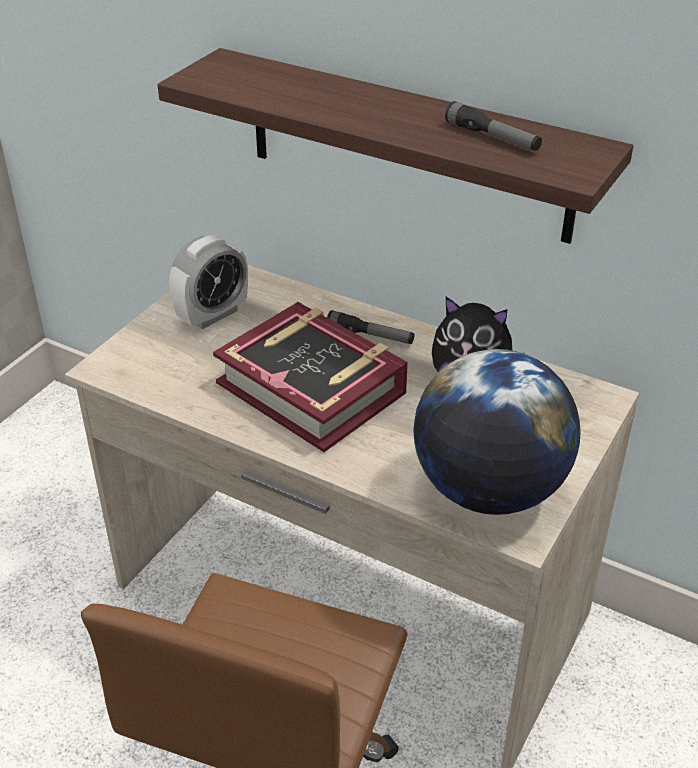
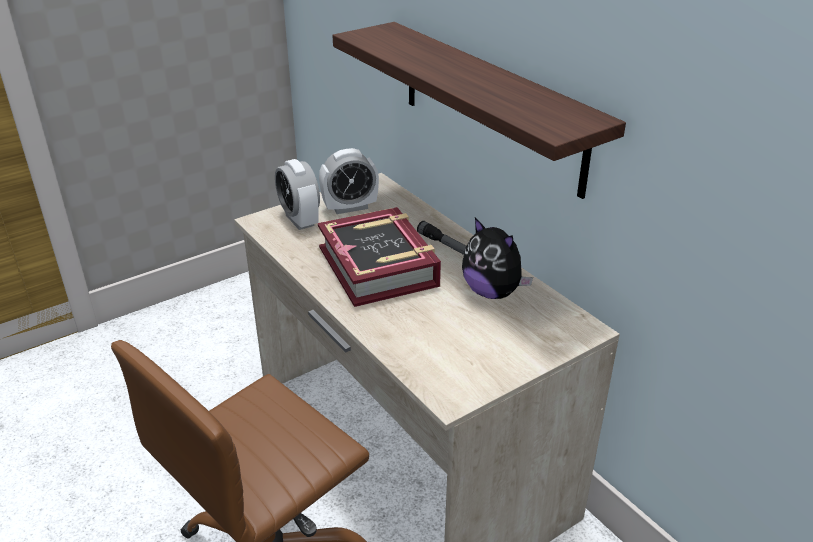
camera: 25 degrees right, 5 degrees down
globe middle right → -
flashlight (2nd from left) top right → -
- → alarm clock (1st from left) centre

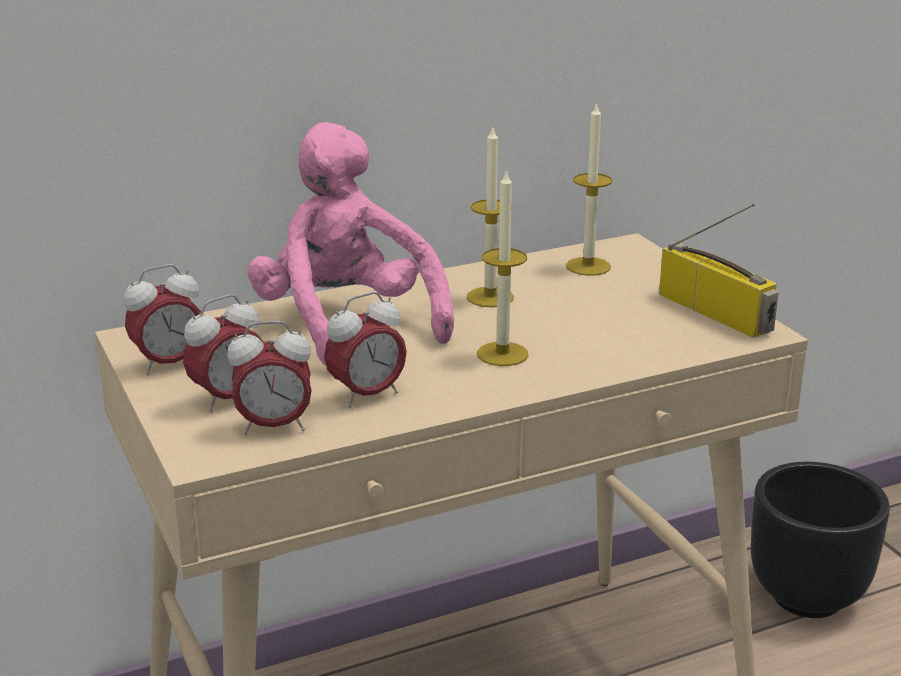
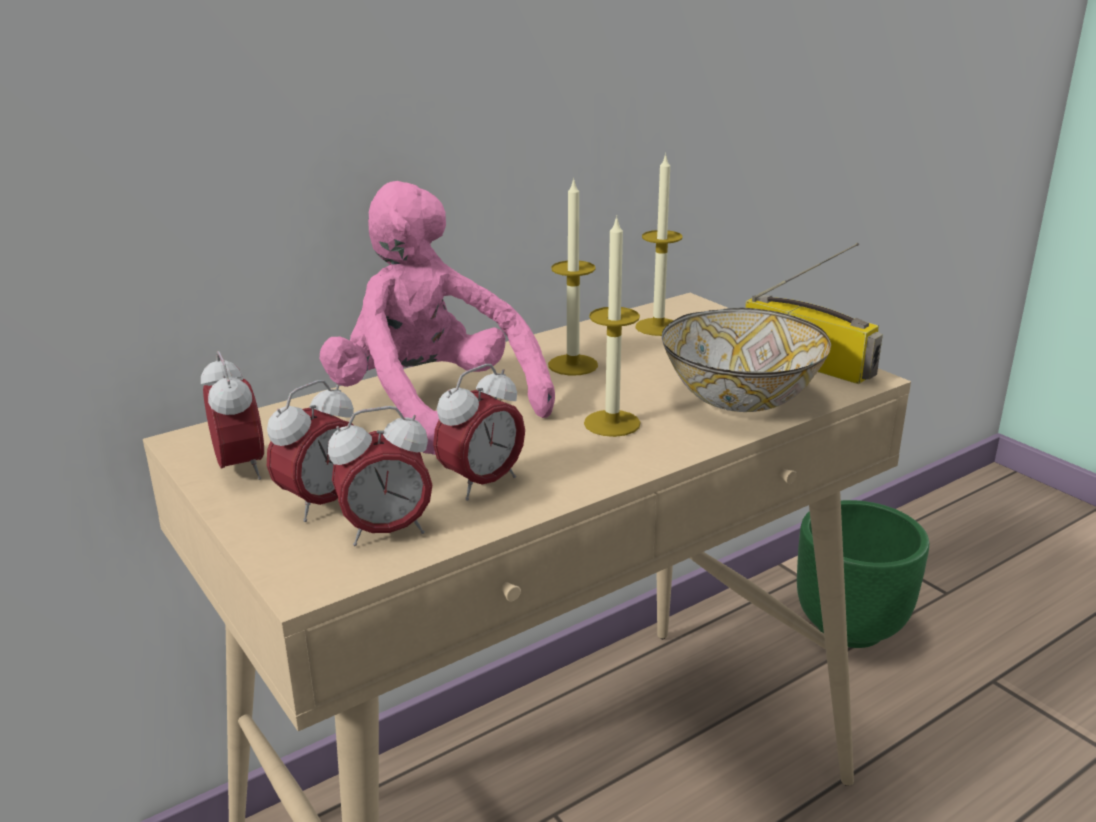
camera: 10 degrees left, 0 degrees up
alarm clock (1st from left) middle left, 75 degrees counterclockwise
planter/black bottom right → planter/green bottom right
- → bowl middle right

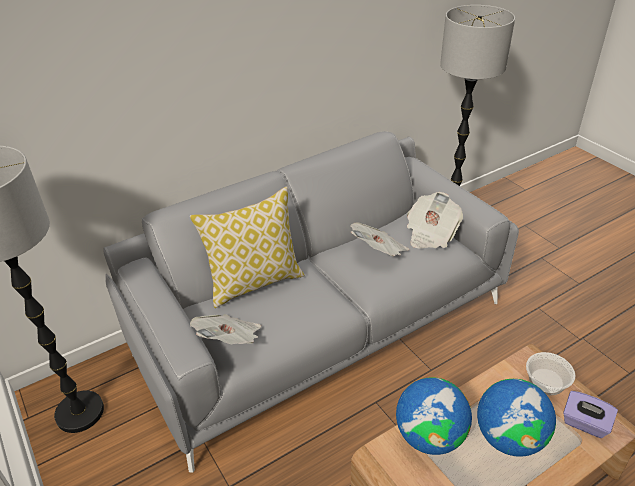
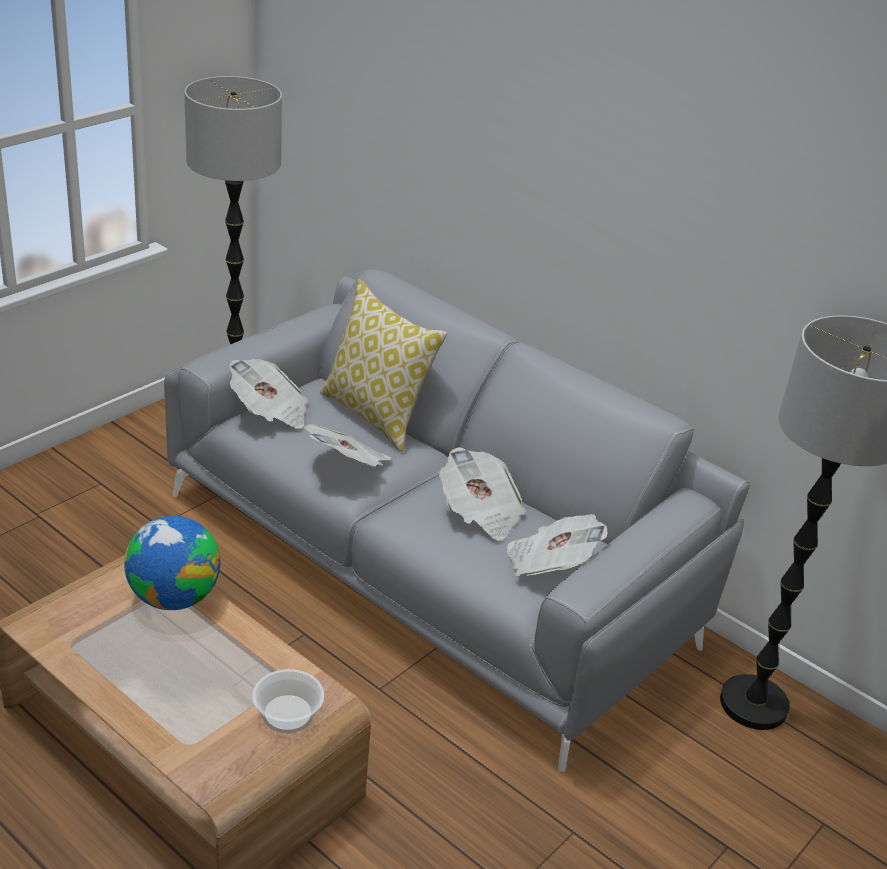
camera: 70 degrees right, 5 degrees down
globe (2nd from left) bottom right → -
tissue box/purple bottom right → -
- → newspaper (2nd from left) centre

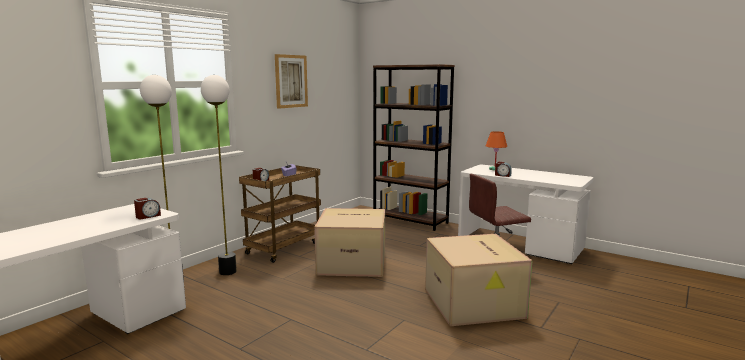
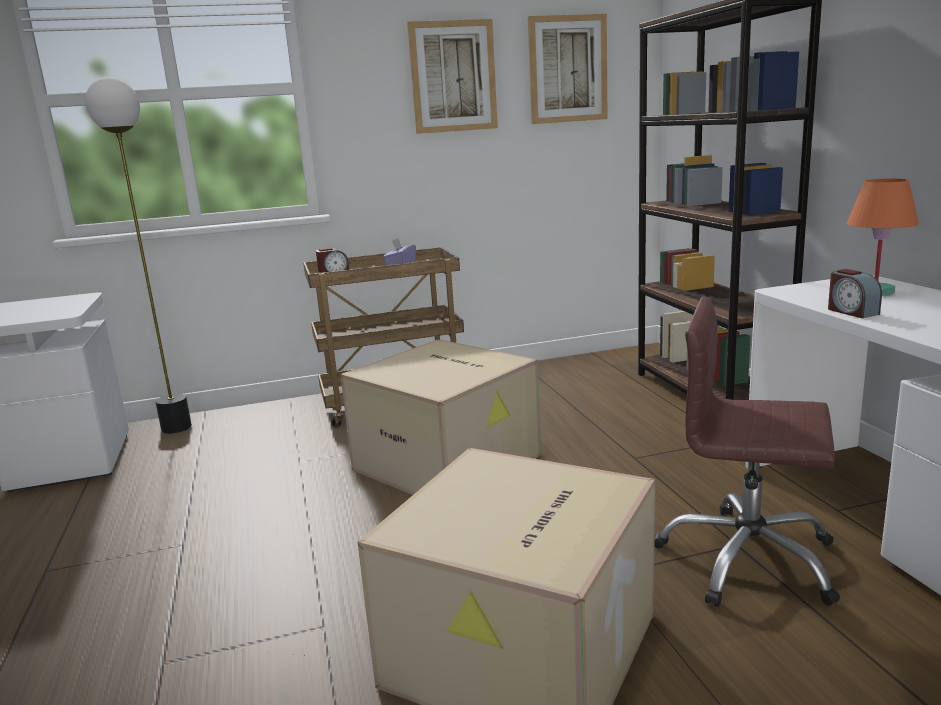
camera: 40 degrees right, 5 degrees up
alarm clock (1st from left) middle left → -
floor lamp (2nd from left) middle left → -
- → picture (2nd from left) top centre

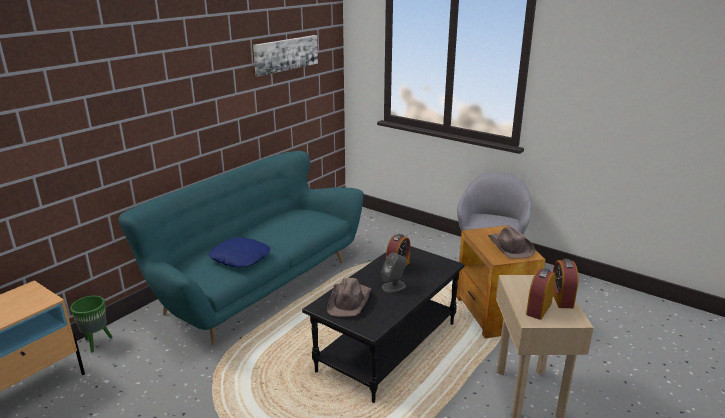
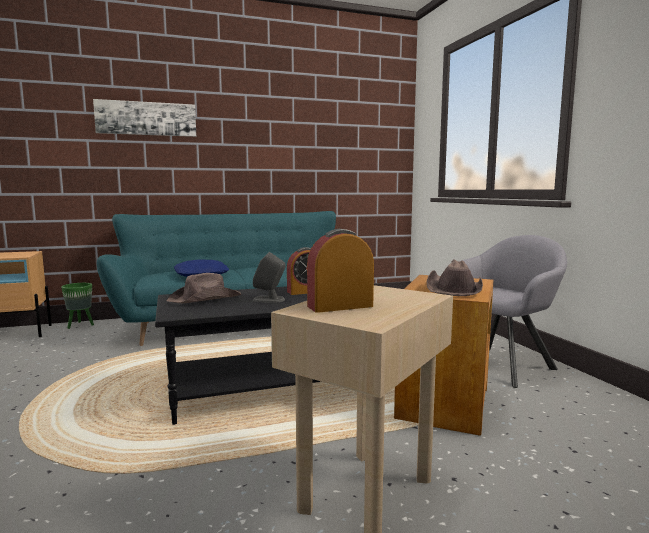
camera: 35 degrees right, 15 degrees down
picture top centre → picture top left, move
alarm clock (3rd from left) bottom right → -

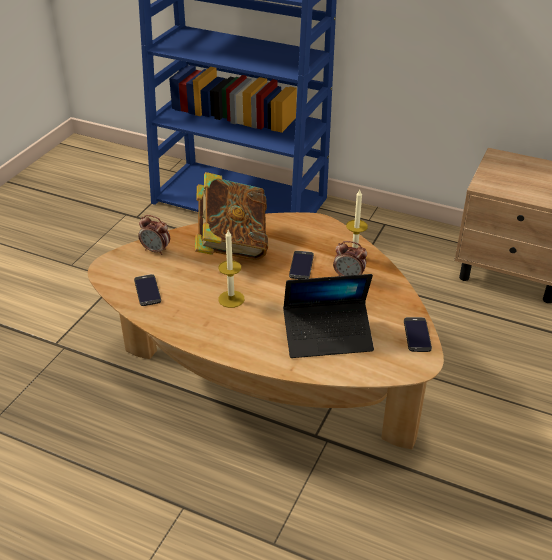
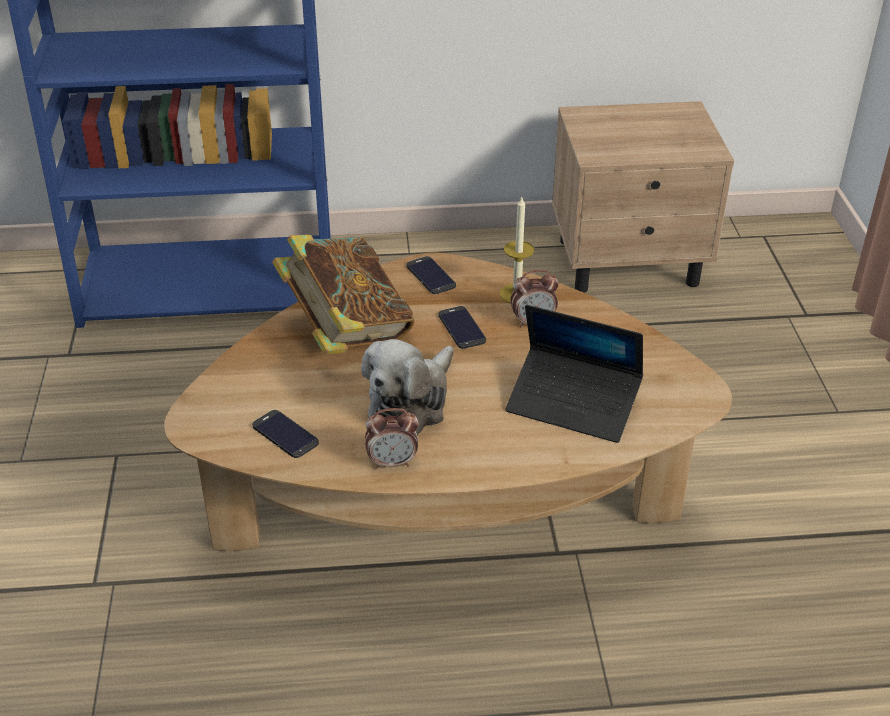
camera: 30 degrees left, 0 degrees up
alarm clock (1st from left) middle left → alarm clock (1st from left) centre, move
candle (1st from left) centre → plush toy centre
laptop centre, 60 degrees clockwise
phone (3rd from left in the first image) middle right → phone (2nd from left) centre, move

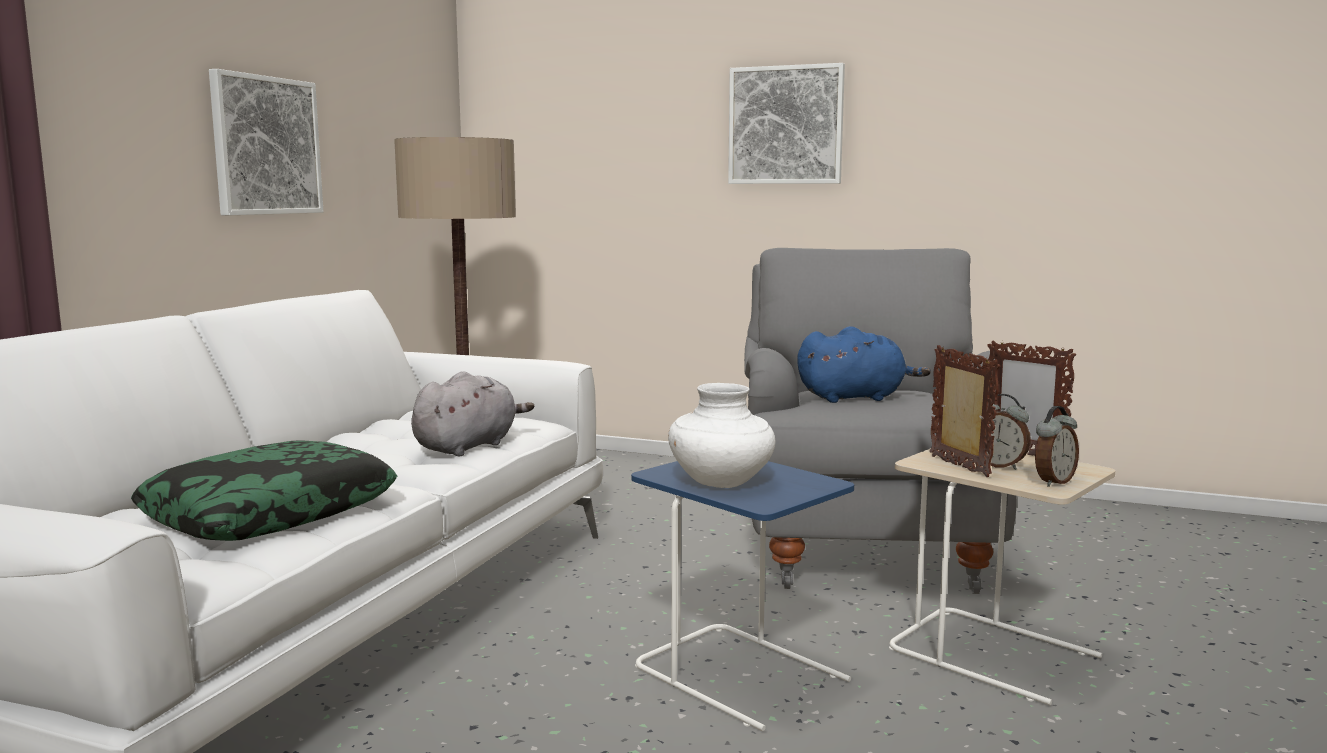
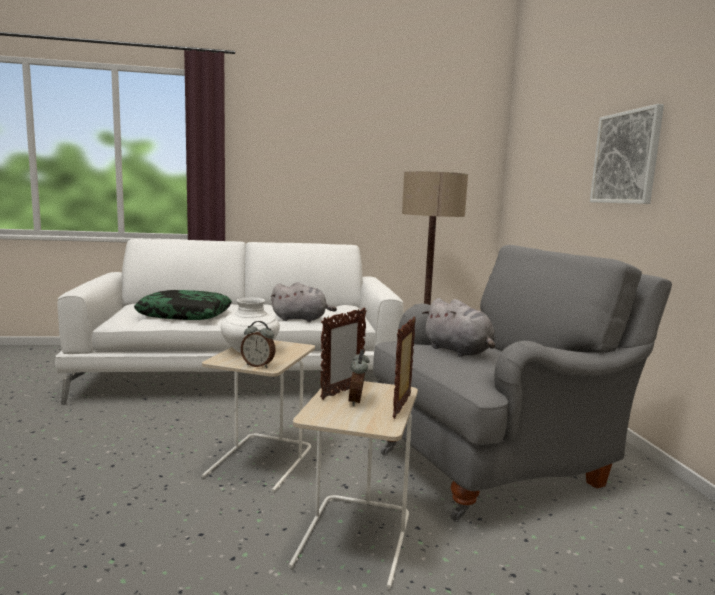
camera: 60 degrees right, 0 degrees up
picture (1st from left) top left → -
side table/blue bottom centre → side table/beige (1st from left) bottom centre
plush toy/blue centre → plush toy/grey (2nd from left) centre
alarm clock (2nd from left in the first image) middle right → alarm clock (1st from left) centre, move

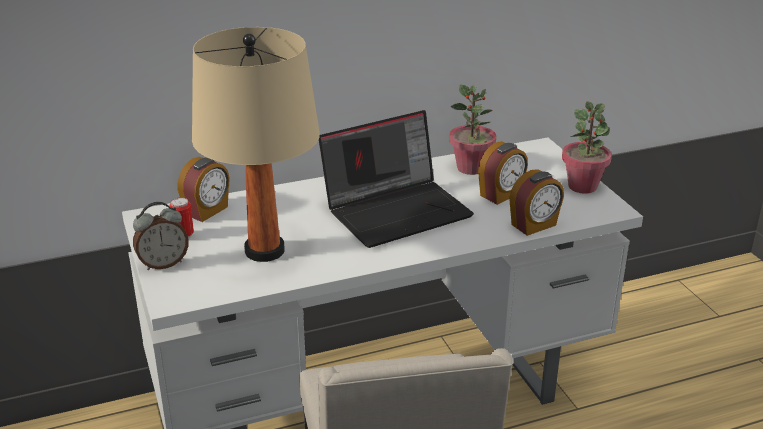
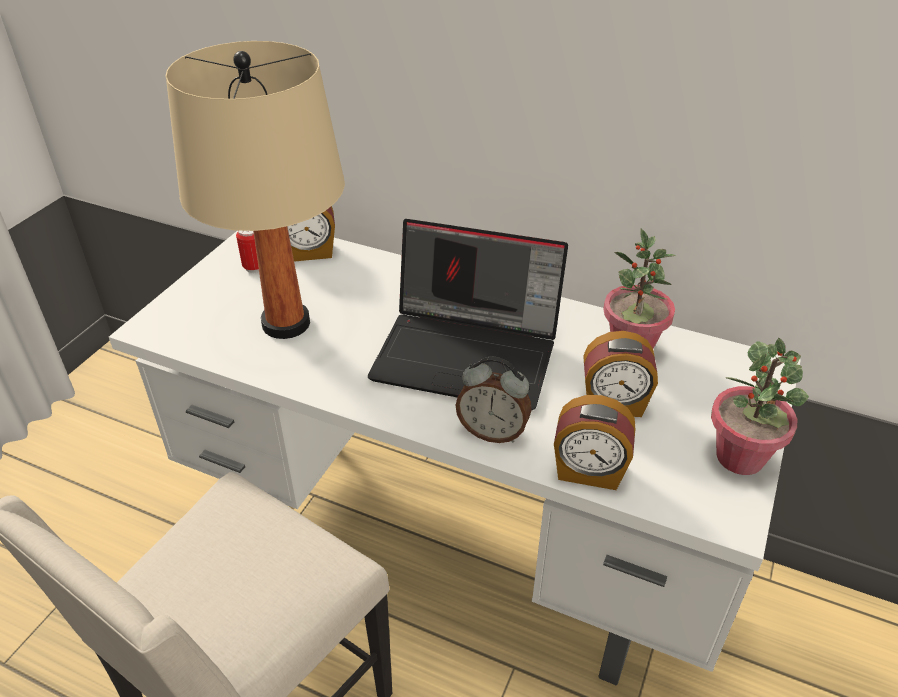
camera: 45 degrees right, 10 degrees up
alarm clock (1st from left in the first image) middle left → alarm clock (2nd from left) centre, move

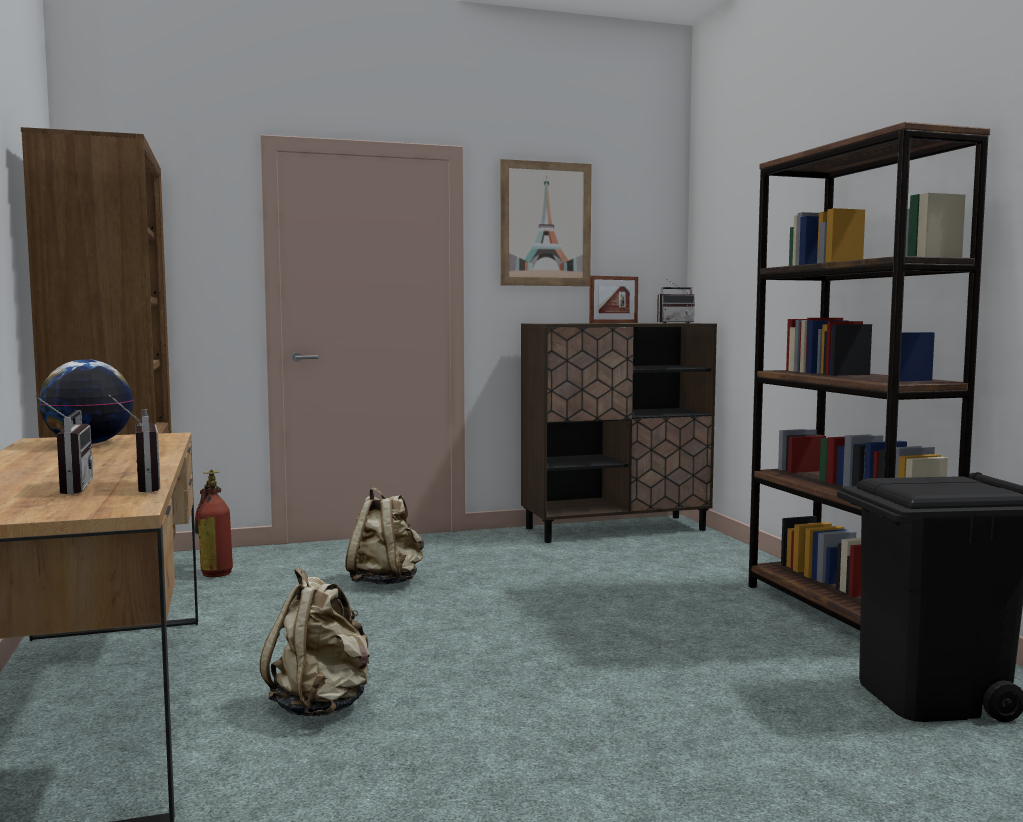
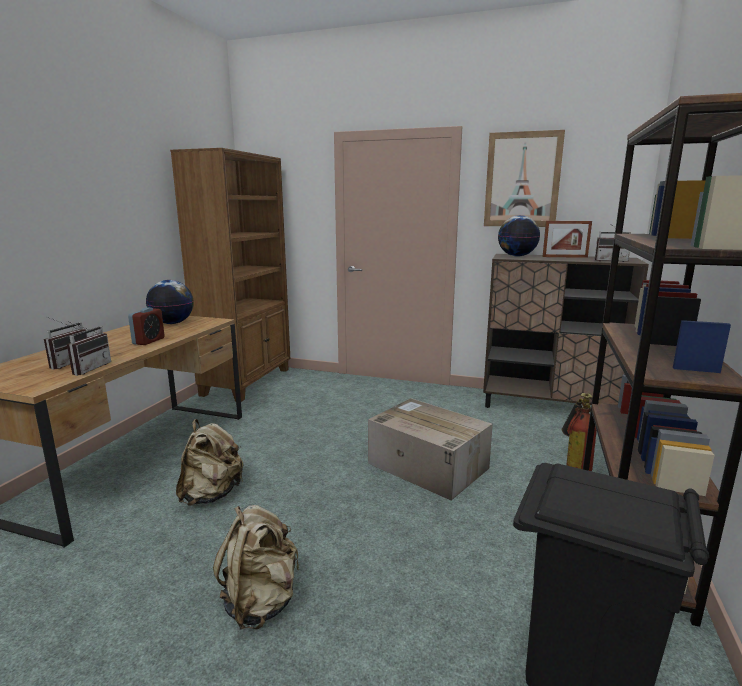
camera: 35 degrees right, 10 degrees up
fire extinguisher middle left → fire extinguisher middle right, move
backpack/beige (2nd from left) centre → backpack/beige (2nd from left) bottom centre, move
- → alarm clock middle left
- → cardboard box centre
- → globe (2nd from left) middle right

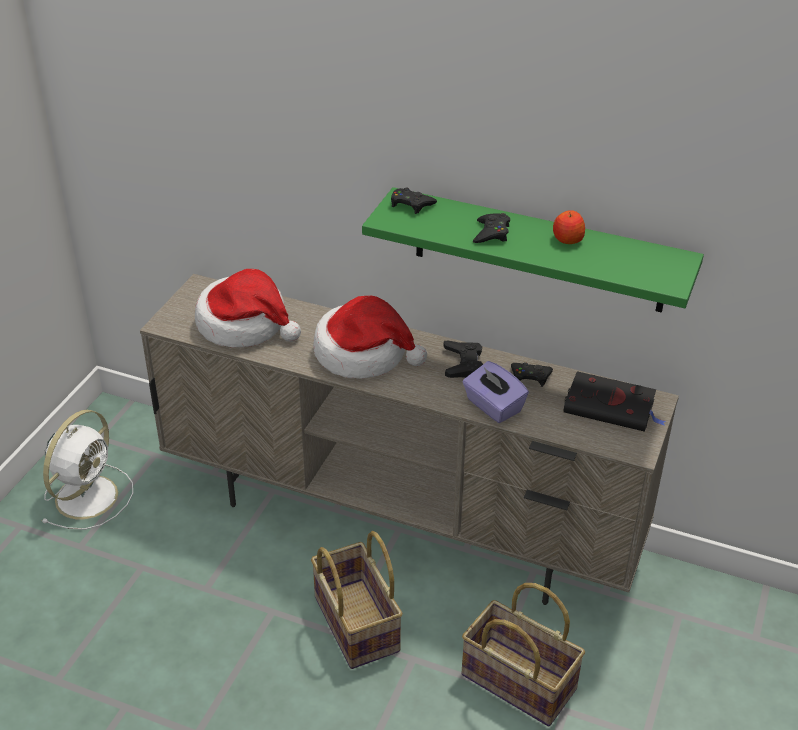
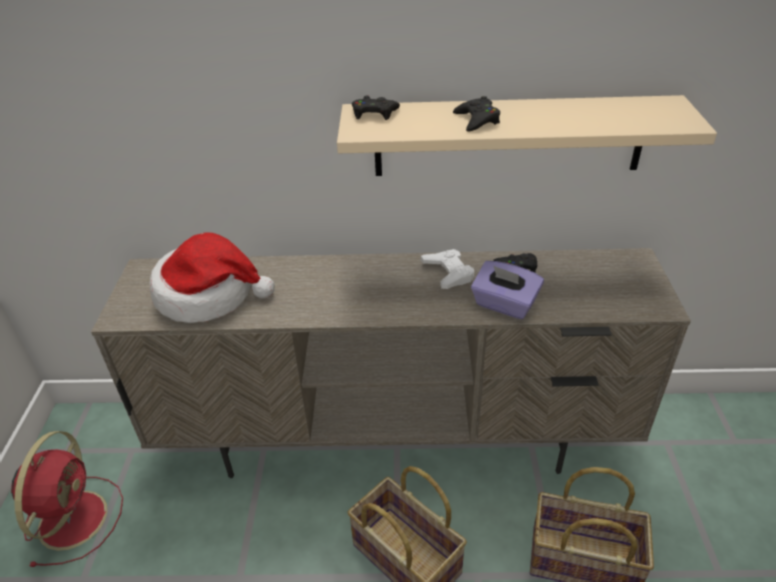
camera: 20 degrees left, 0 degrees up
fan/white middle left → fan/red bottom left
hat (2nd from left) centre → -
shelf/green middle right → shelf/beige top right
game controller/black (2nd from left) centre → game controller/white centre
apple top right → -
book/black middle right → -

